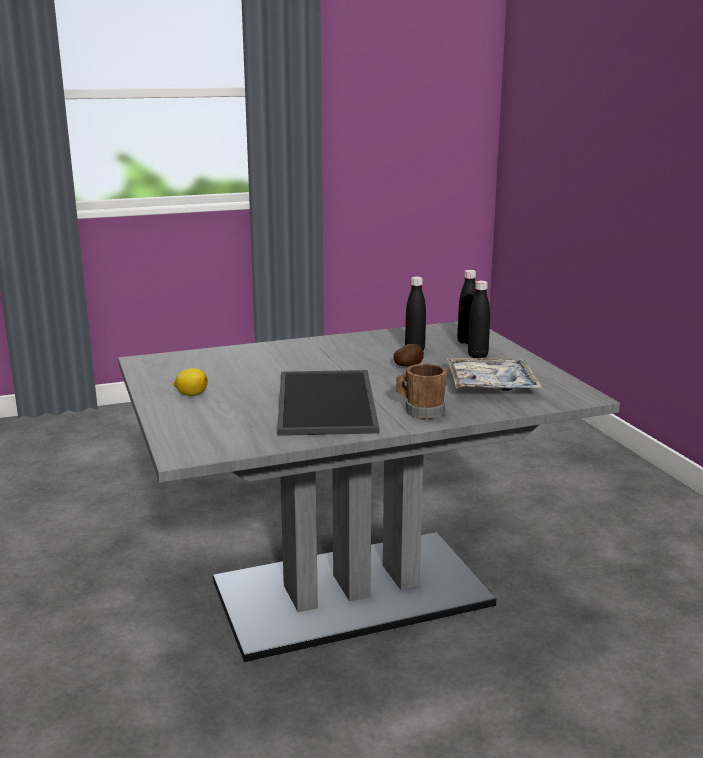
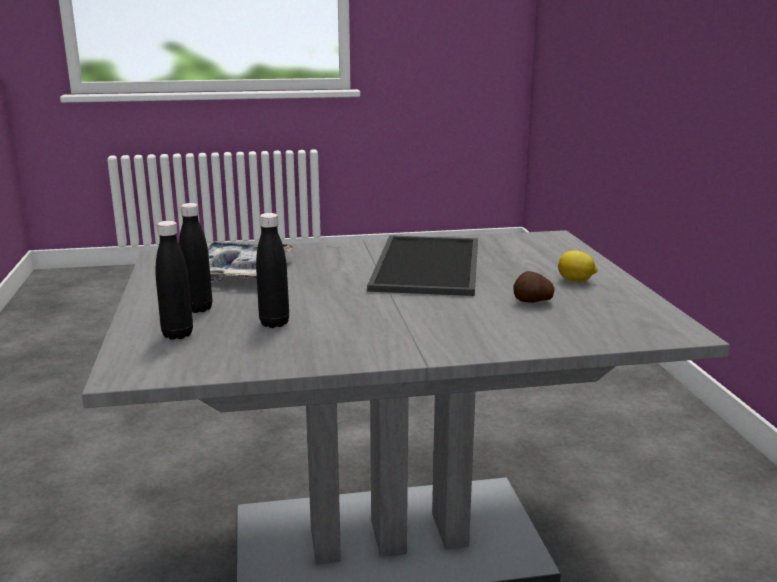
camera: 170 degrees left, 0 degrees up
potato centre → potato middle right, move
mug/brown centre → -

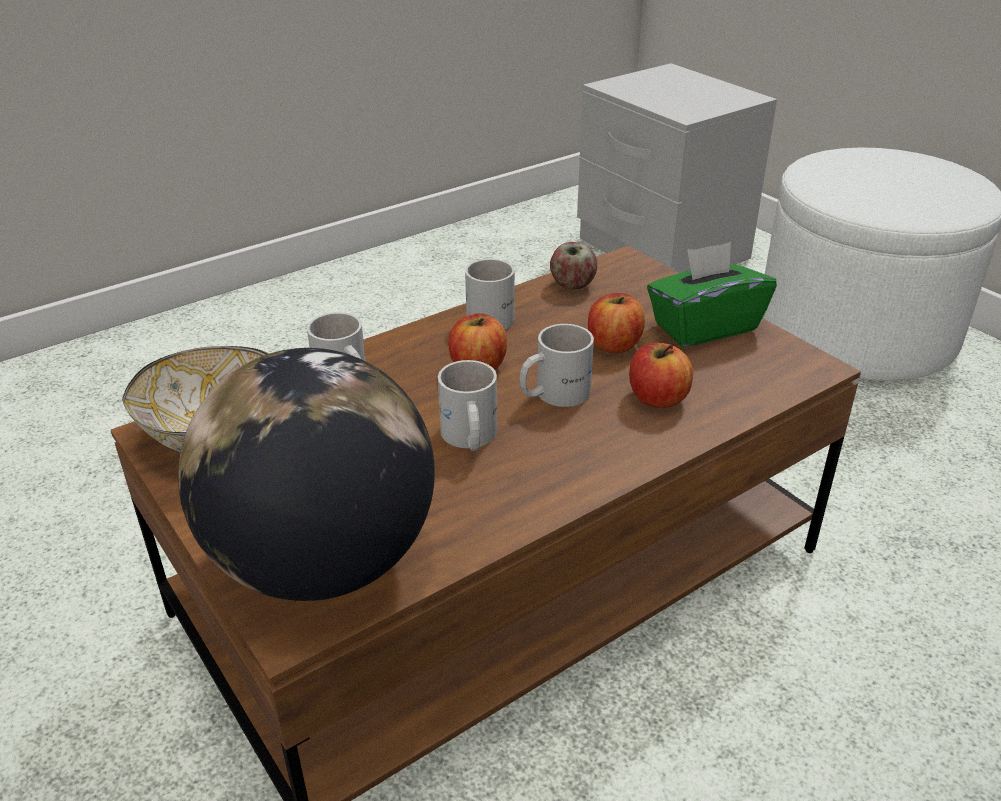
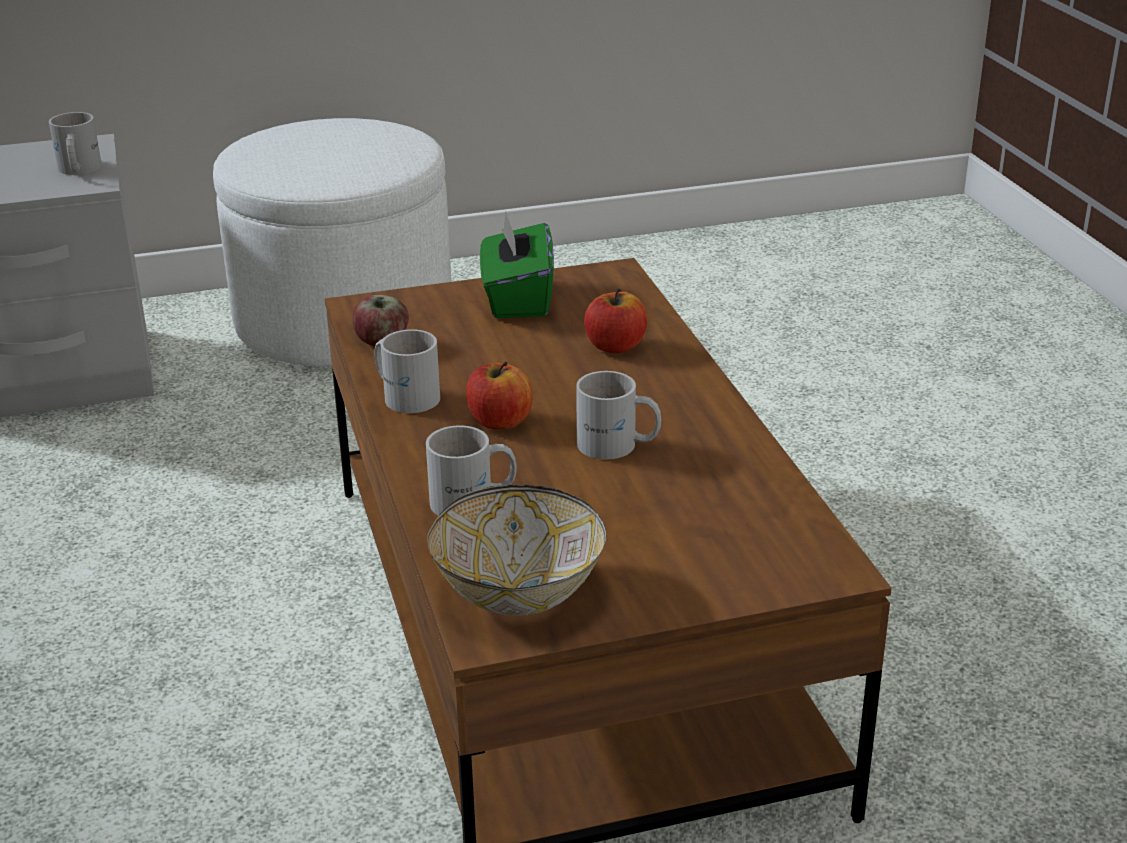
camera: 70 degrees left, 5 degrees down
globe middle left → -
mug/white (4th from left in the first image) centre → mug/white (1st from left) top left, move
apple (3rd from left) centre → -

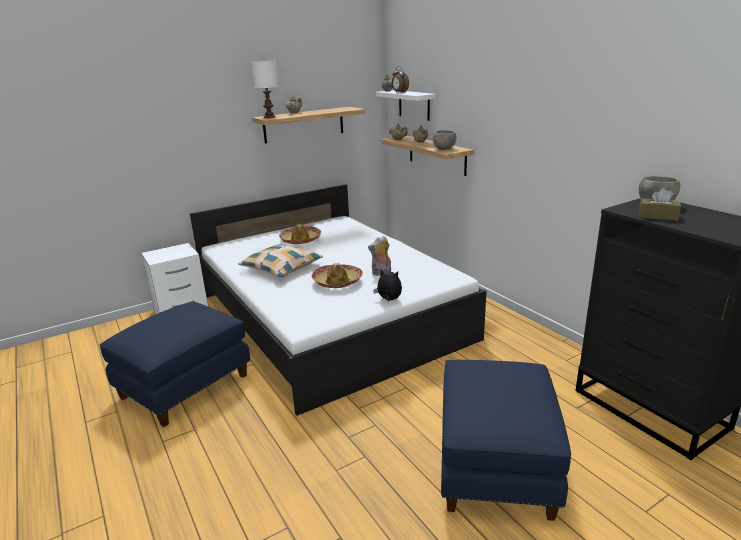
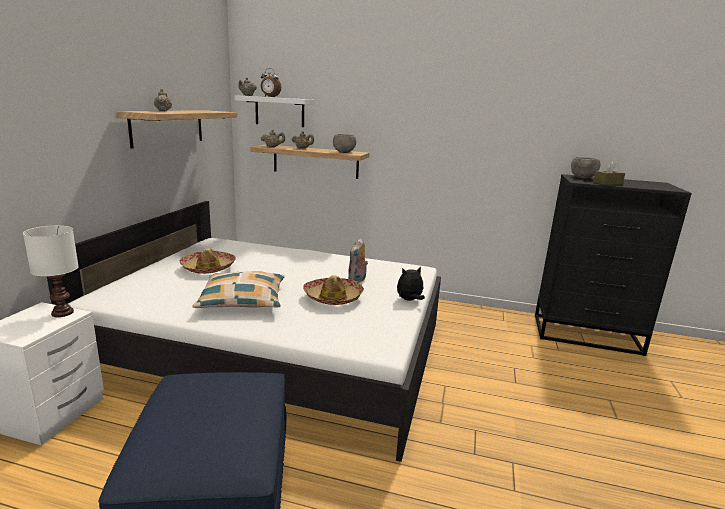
camera: 45 degrees left, 5 degrees down
table lamp/white top centre → table lamp/white middle left, move
ottoman/blue (2nd from left) bottom right → -

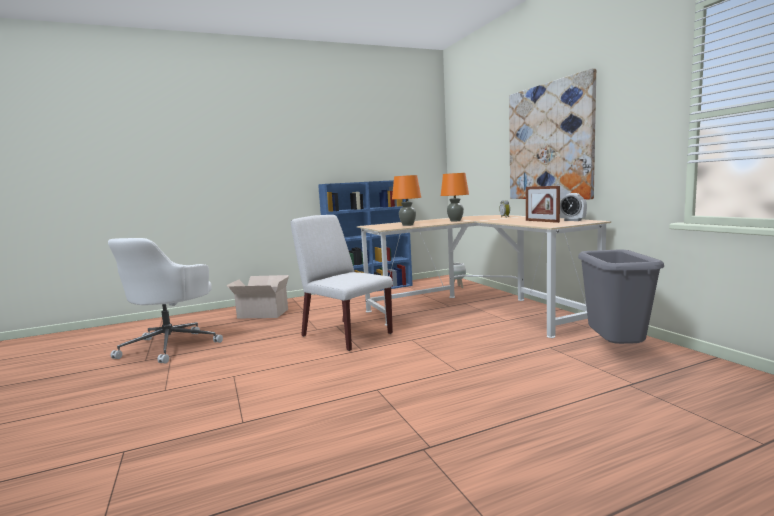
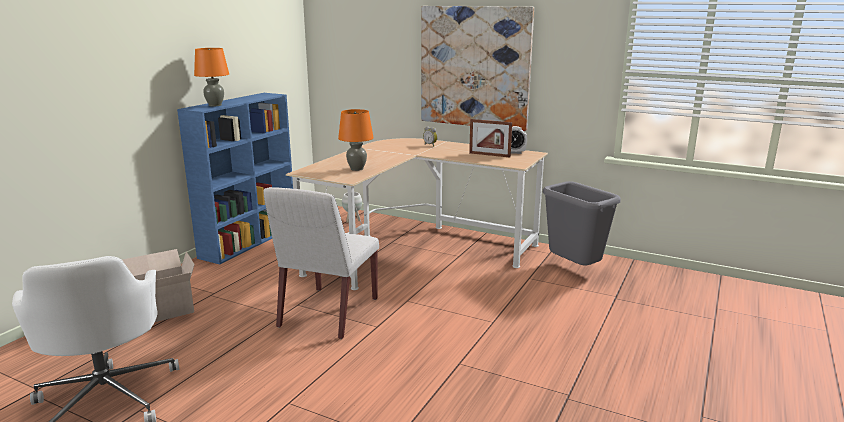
camera: 40 degrees left, 10 degrees up
chair/white centre, 75 degrees counterclockwise
table lamp/orange (2nd from left in the first image) centre → table lamp/orange (1st from left) top left, move

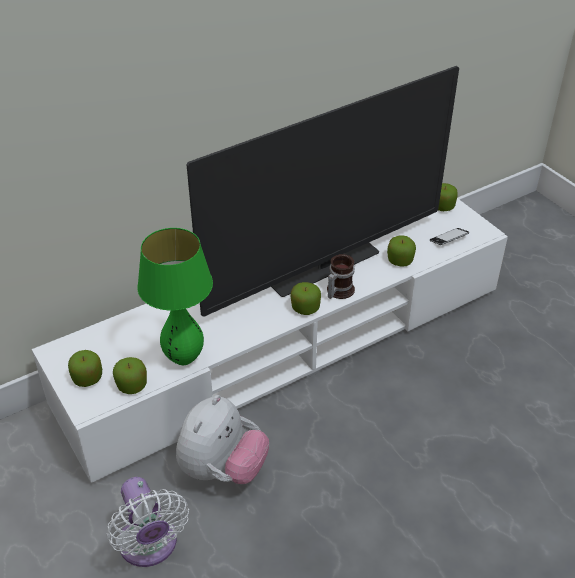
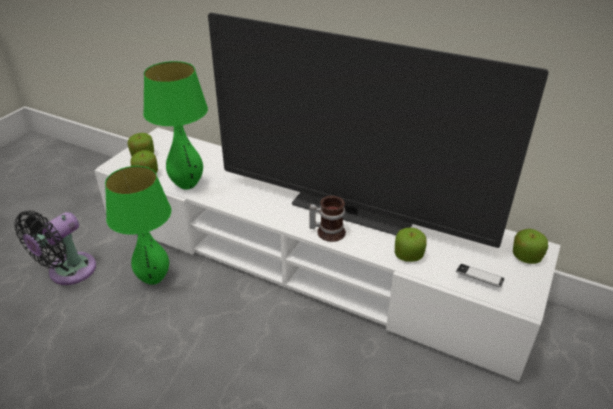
camera: 60 degrees right, 5 degrees down
fan/white bottom left → fan/black middle left
plush toy bottom centre → table lamp/green (1st from left) middle left
apple (3rd from left) centre → -

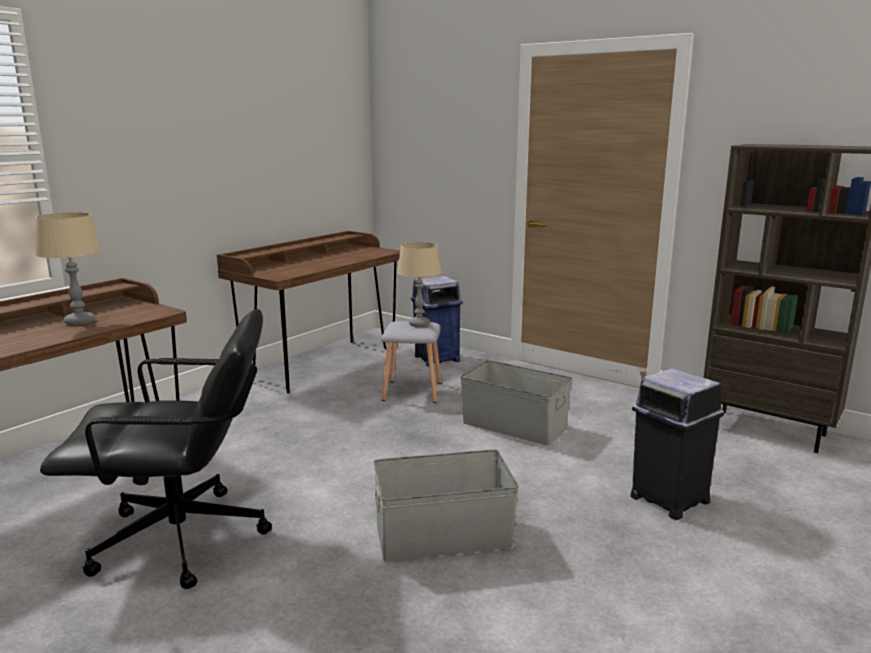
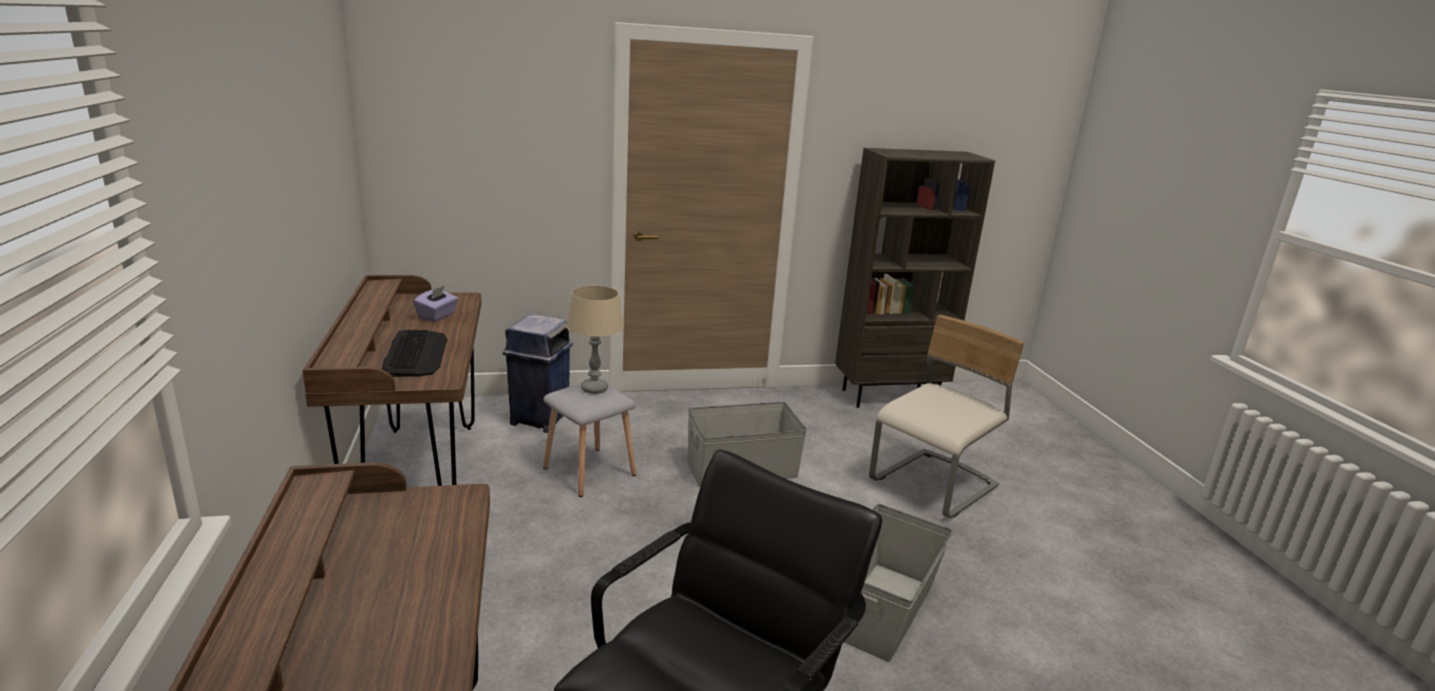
camera: 50 degrees left, 5 degrees up
table lamp/beige (1st from left) middle left → -
trash can/black bottom right → chair/beige centre
- → keyboard middle left
- → tissue box/purple middle left

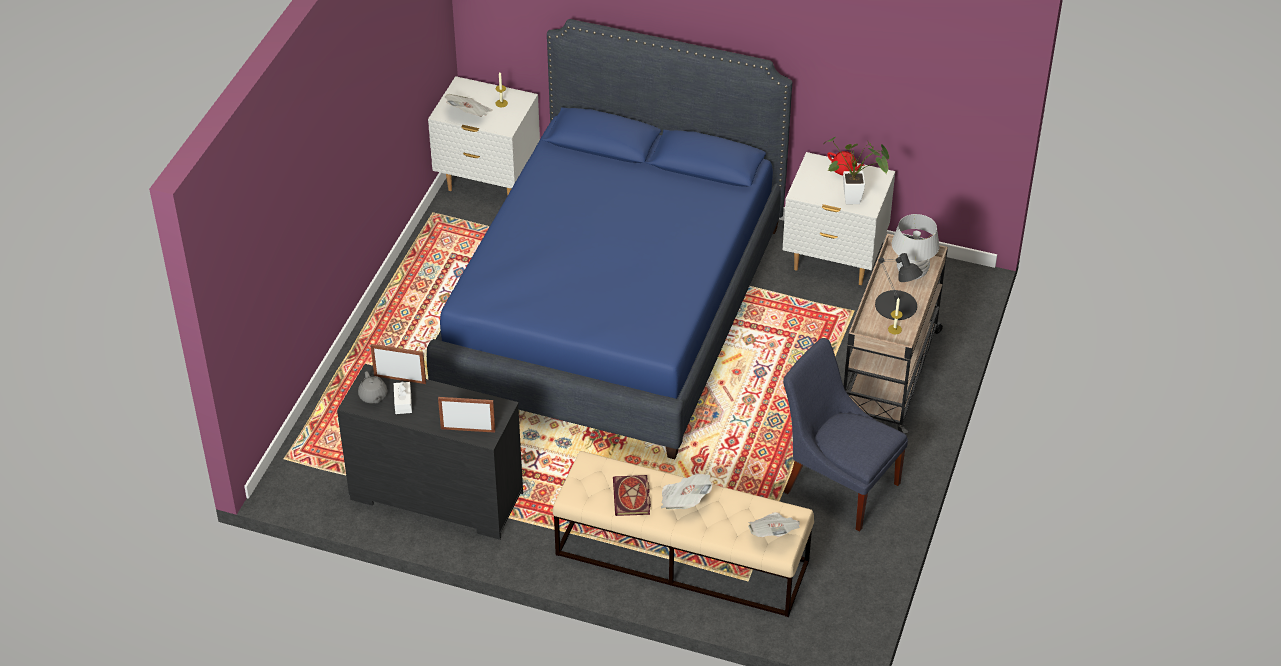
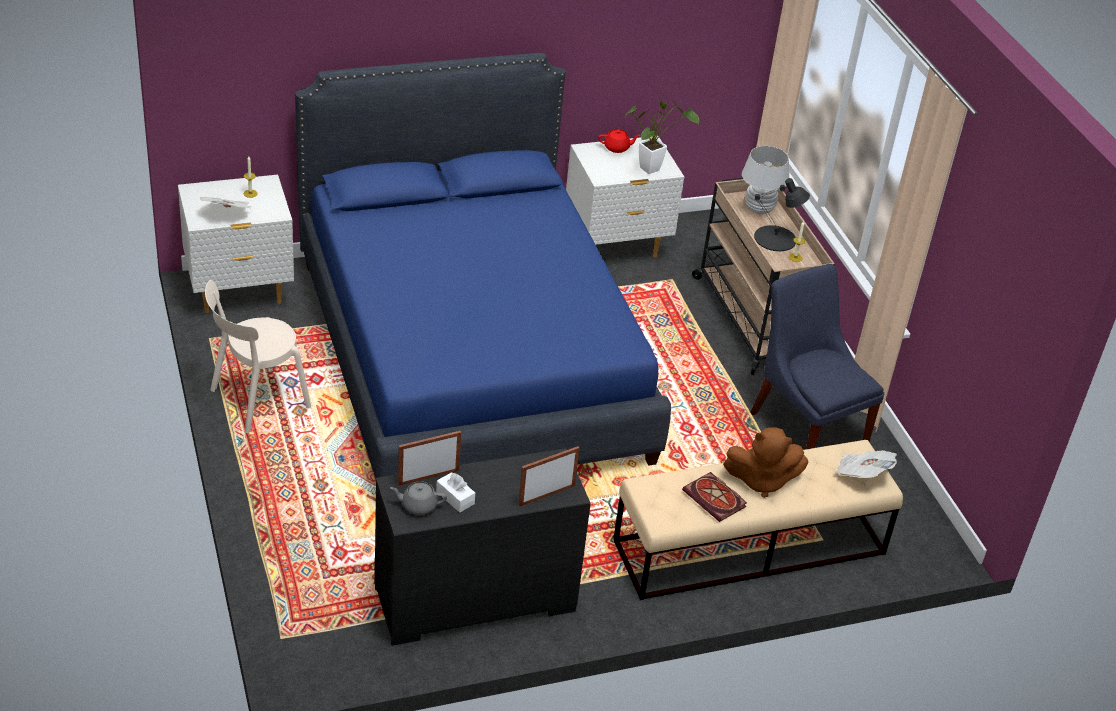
camera: 40 degrees left, 5 degrees down
teapot/grey middle left → teapot/grey bottom centre, 150 degrees clockwise
newspaper (2nd from left) bottom centre → plush toy/brown middle right
chair/blue centre → chair/blue middle right, 60 degrees clockwise
- → chair/beige middle left

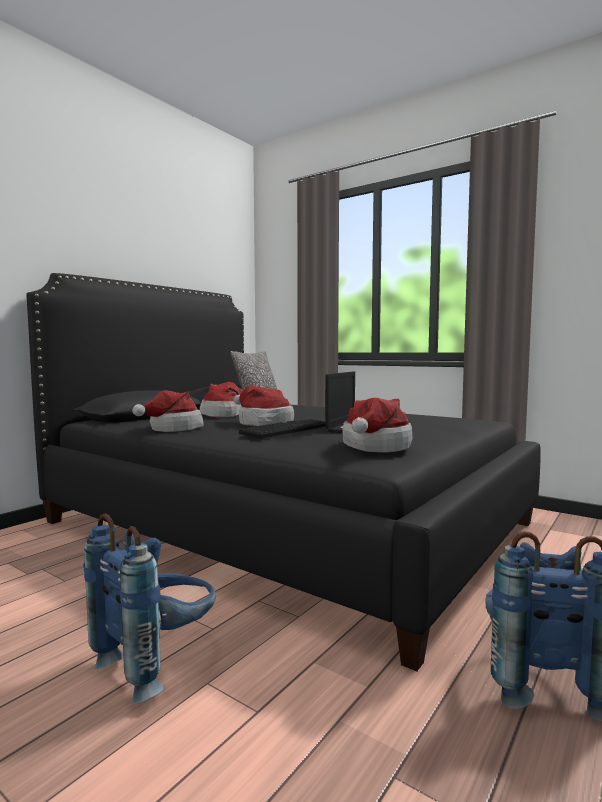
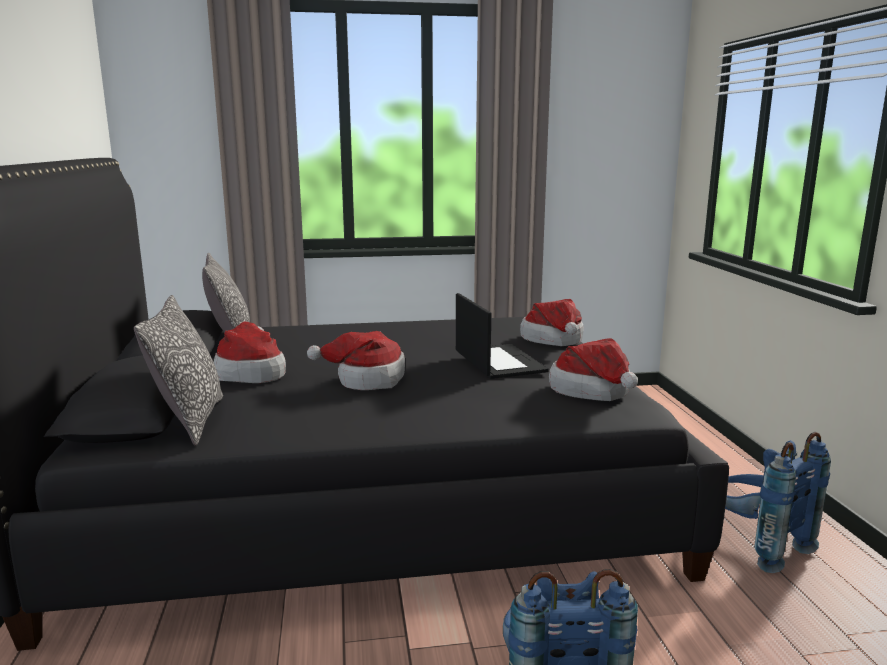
camera: 45 degrees left, 10 degrees up
hat (1st from left in the first image) middle left → hat (3rd from left) centre, move
keyboard centre → -
- → pillow (1st from left) middle left

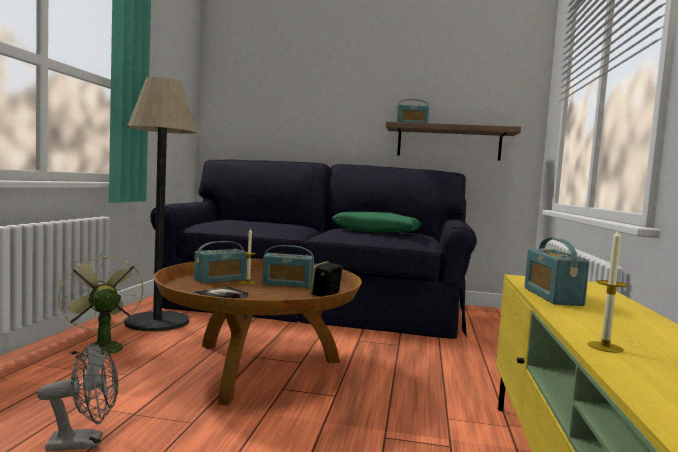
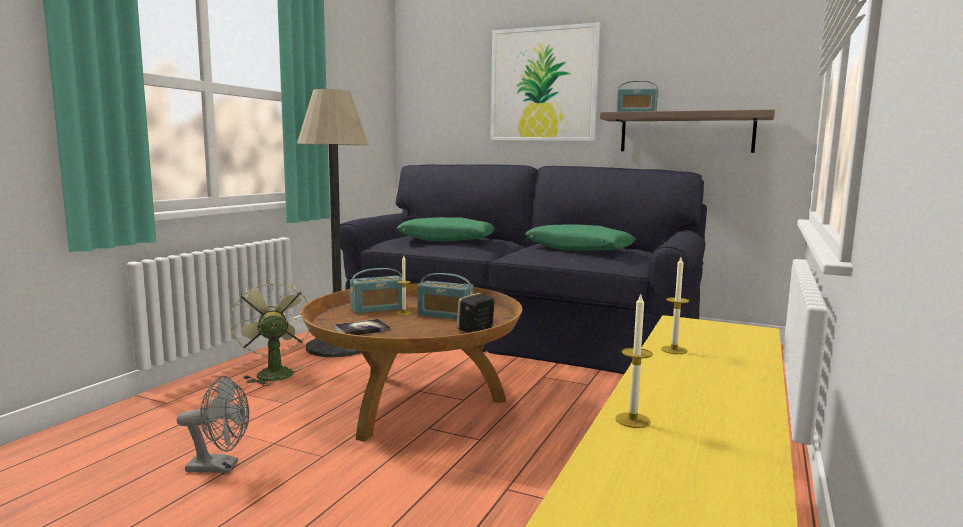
camera: 15 degrees right, 5 degrees up
radio (4th from left) middle right → candle (3rd from left) middle right
- → pillow/green (1st from left) centre
- → picture top centre

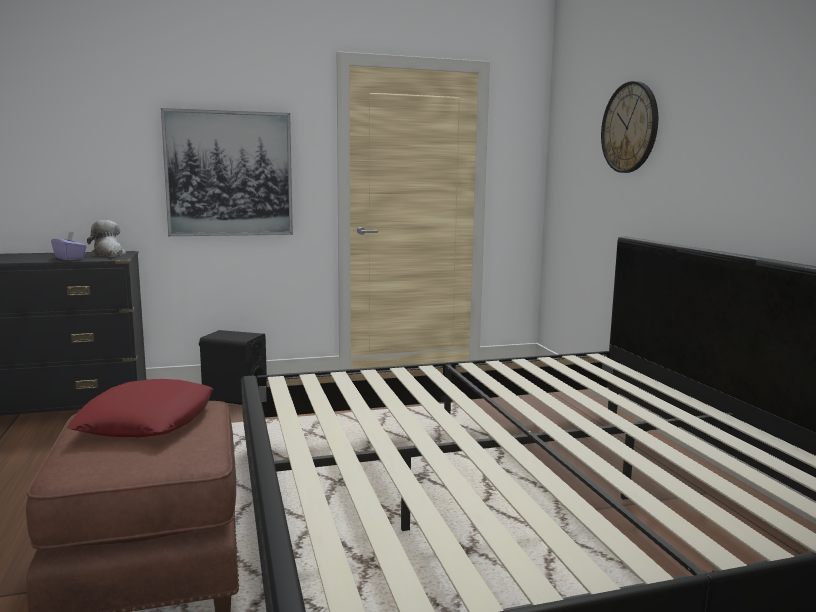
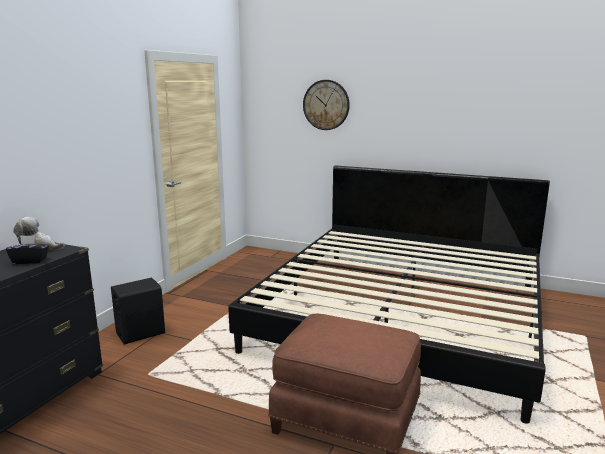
camera: 50 degrees left, 5 degrees up
tissue box/purple middle left → tissue box/black middle left
pillow/red bottom left → -
picture top left → -

